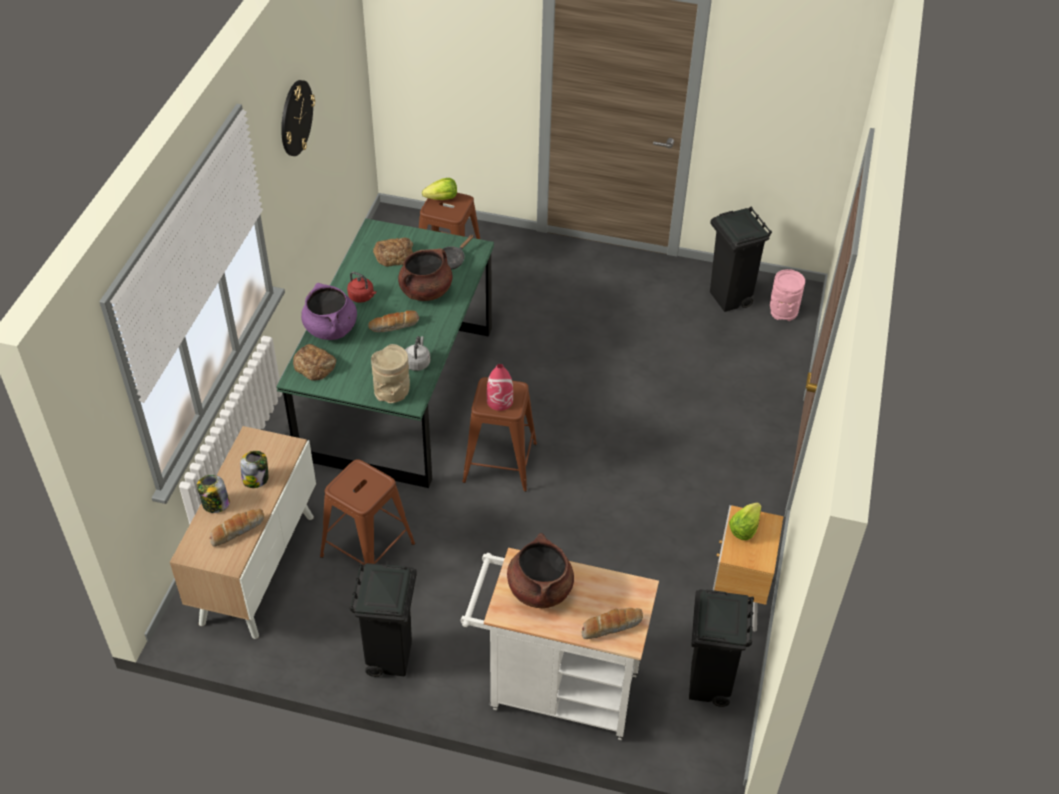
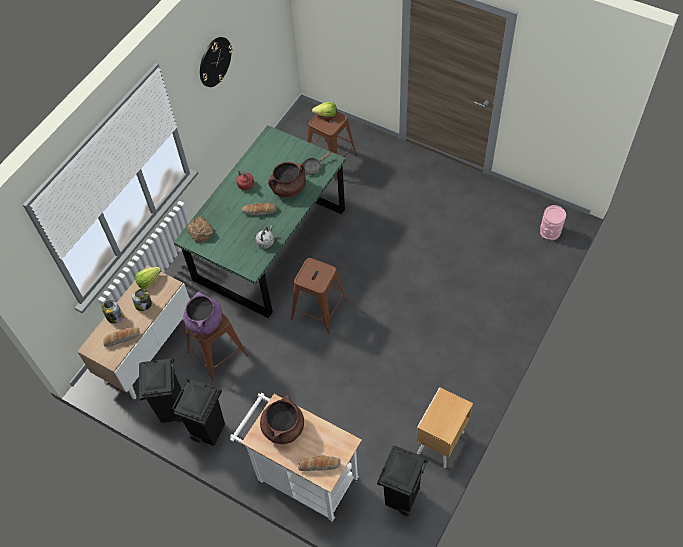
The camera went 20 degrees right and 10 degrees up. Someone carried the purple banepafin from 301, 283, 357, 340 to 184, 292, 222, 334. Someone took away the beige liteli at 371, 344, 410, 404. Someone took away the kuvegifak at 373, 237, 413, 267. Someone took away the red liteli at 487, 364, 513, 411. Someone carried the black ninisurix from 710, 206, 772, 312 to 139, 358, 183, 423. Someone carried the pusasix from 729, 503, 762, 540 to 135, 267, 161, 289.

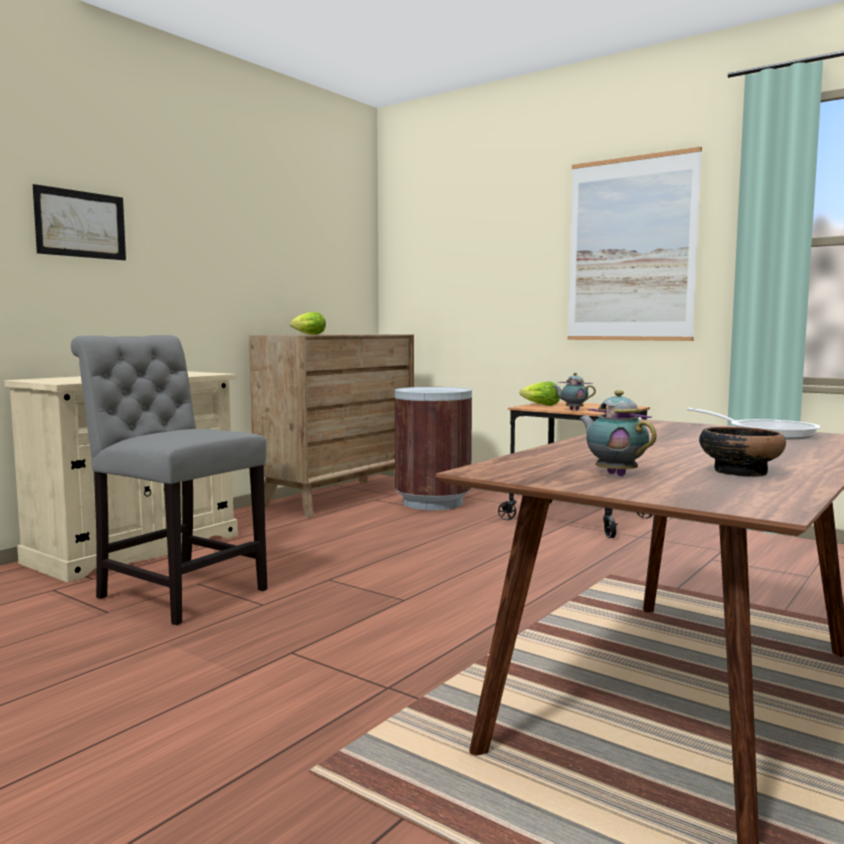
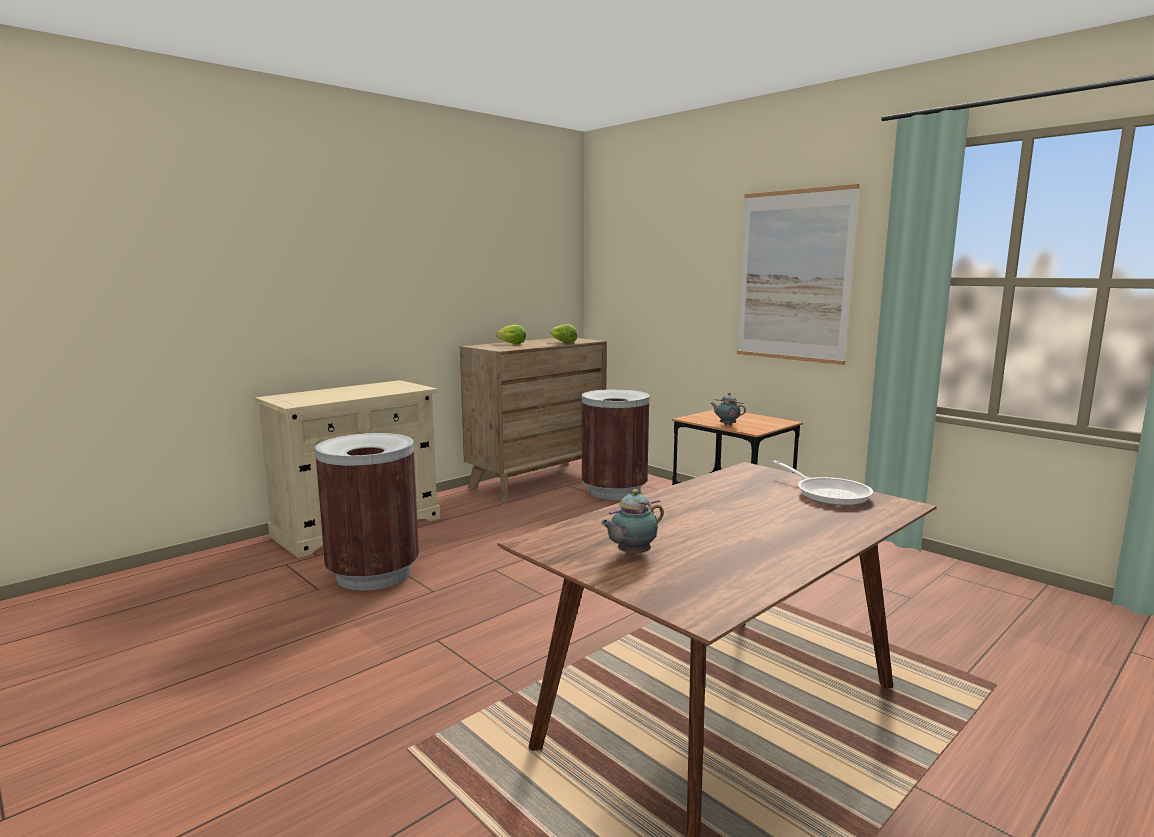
The camera went 10 degrees right and 5 degrees up. Someone took away the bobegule at 33, 184, 126, 260. Someone swapped the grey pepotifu at 71, 335, 268, 626 for the brown ninisurix at 315, 433, 419, 591. Someone carried the pusasix from 519, 382, 560, 406 to 550, 324, 577, 343. Someone rotated the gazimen at 579, 390, 657, 476 by 105 degrees counterclockwise. Someone took away the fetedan at 699, 427, 786, 477.

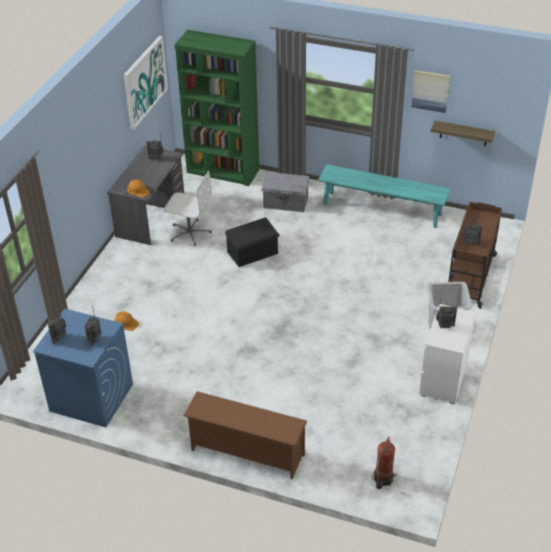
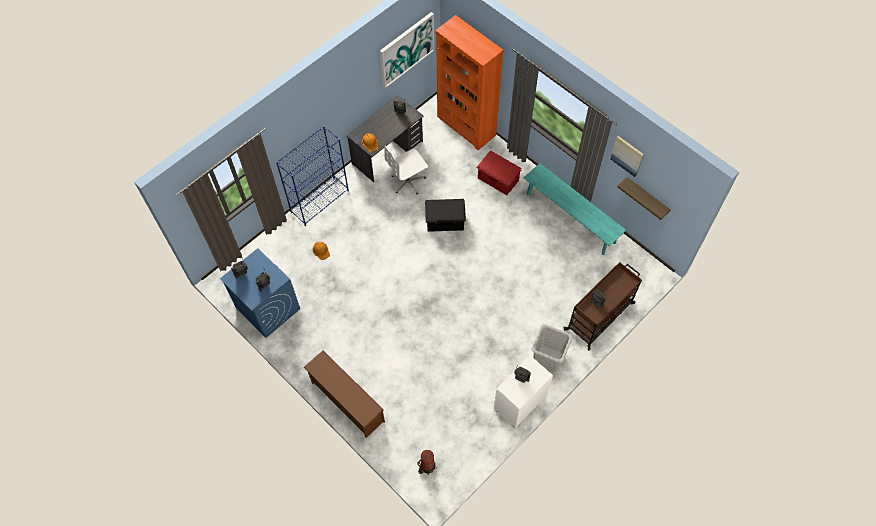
The camera went 25 degrees right and 20 degrees up. Someone rotated the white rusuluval at 163, 171, 212, 246 by 105 degrees clockwise. Someone repainted the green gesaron at 174, 30, 260, 186, which became the orange gesaron at 435, 15, 503, 150. Someone repainted the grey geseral at 261, 172, 310, 212, which became the red geseral at 476, 150, 522, 195. Someone put down the blue gesaron at 276, 126, 349, 226.

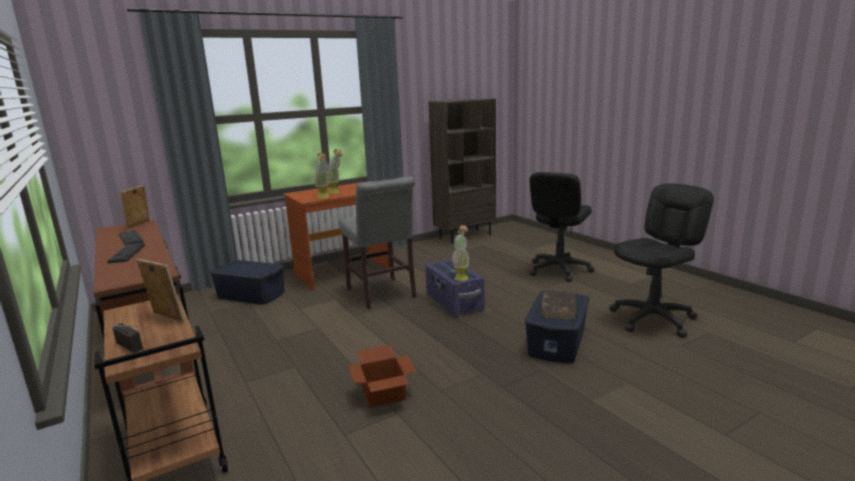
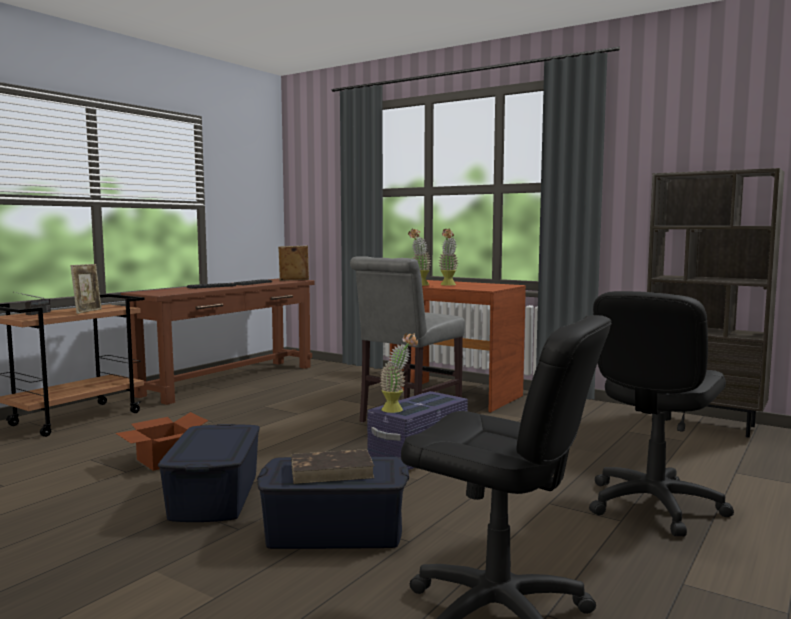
The camera went 65 degrees right and 10 degrees down. Someone carried the blue geseral from 210, 260, 284, 305 to 158, 424, 260, 522. Someone rotated the black rusuluval at 529, 172, 594, 282 by 60 degrees counterclockwise.

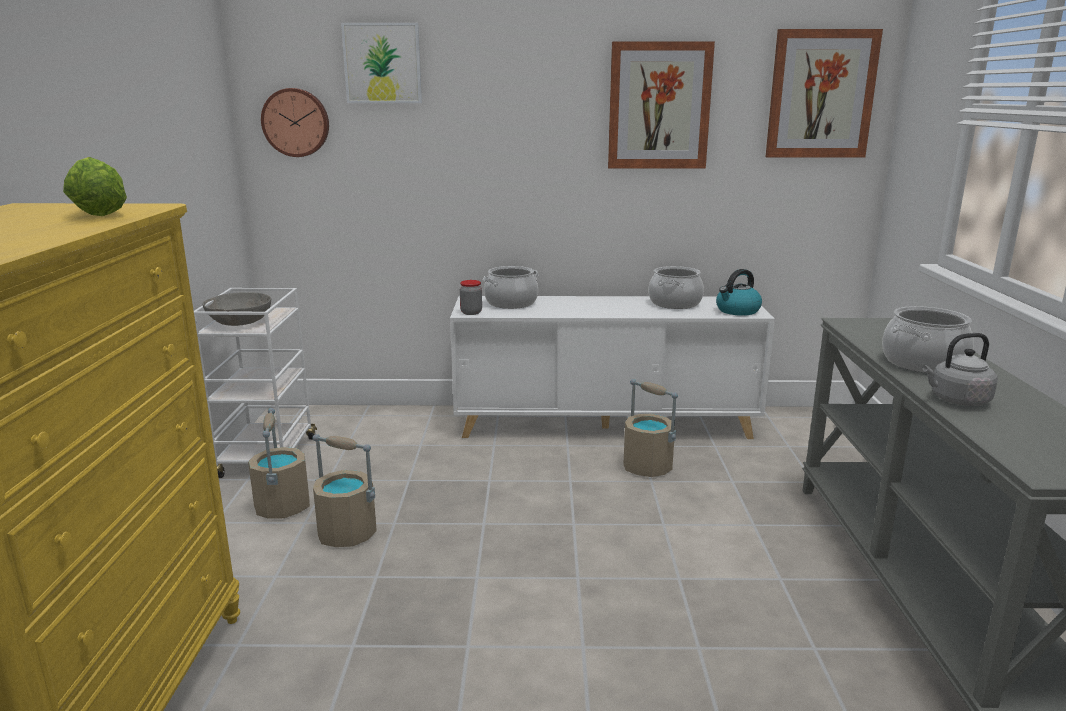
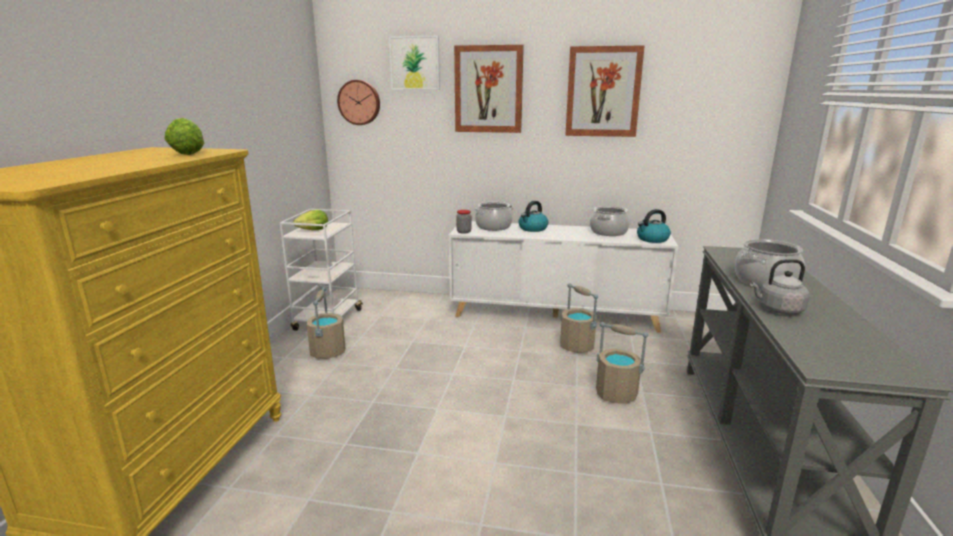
The camera went 10 degrees right and 0 degrees up. Someone swapped the grey fetedan at 203, 292, 271, 326 for the pusasix at 293, 210, 328, 230. Someone carried the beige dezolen from 313, 434, 377, 547 to 596, 322, 648, 404. Someone carried the bobegule from 765, 29, 883, 158 to 454, 45, 524, 133. Someone put down the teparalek at 518, 201, 548, 232.

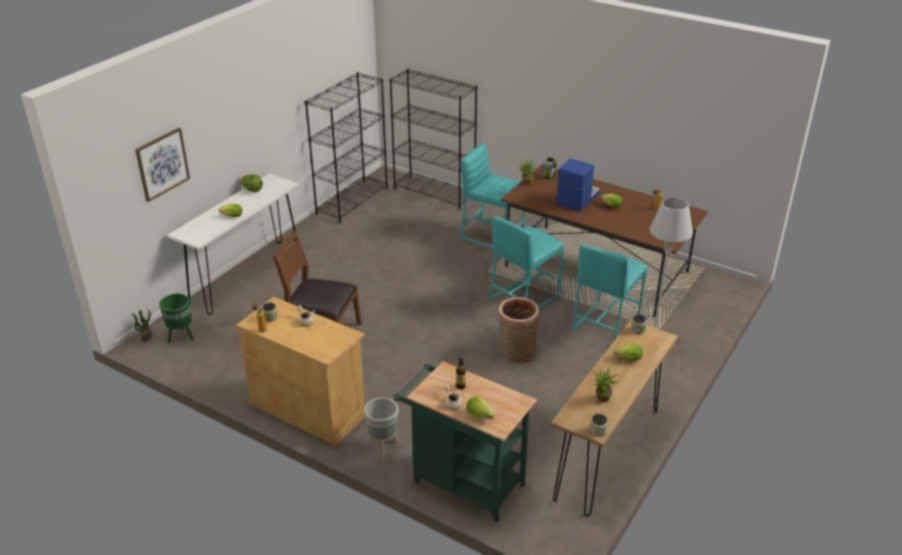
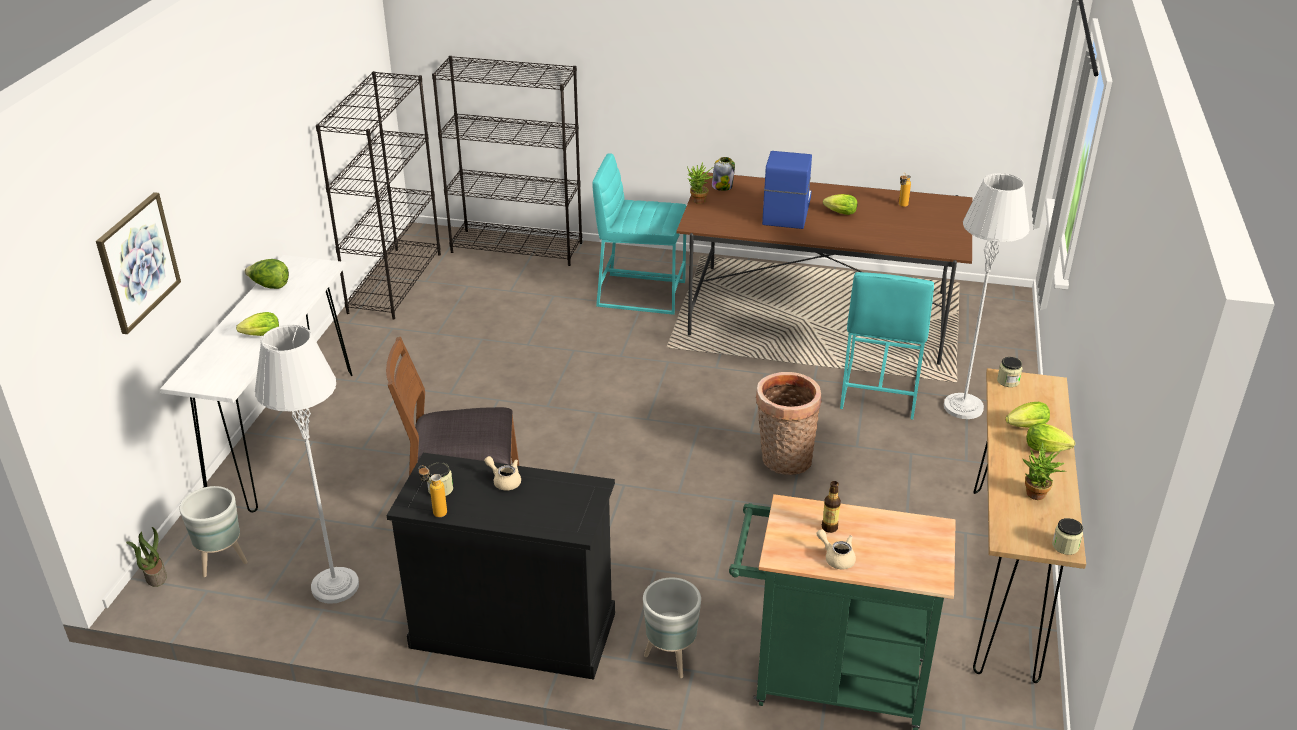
The camera went 20 degrees left and 0 degrees up. Someone repainted the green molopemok at 159, 293, 194, 343, which became the grey molopemok at 179, 486, 248, 577. Someone repainted the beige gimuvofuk at 236, 297, 365, 446, which became the black gimuvofuk at 386, 453, 615, 680. Someone carried the pusasix from 467, 397, 495, 419 to 1027, 423, 1075, 453. Someone took away the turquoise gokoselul at 490, 216, 564, 308. Someone put down the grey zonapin at 255, 325, 359, 604.

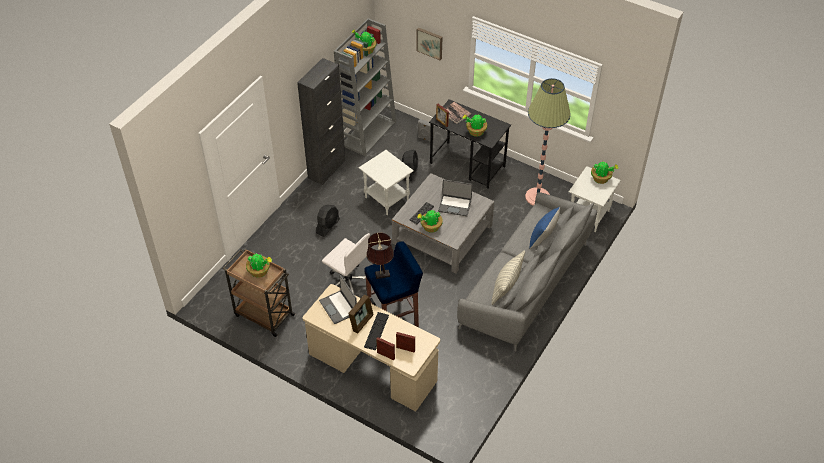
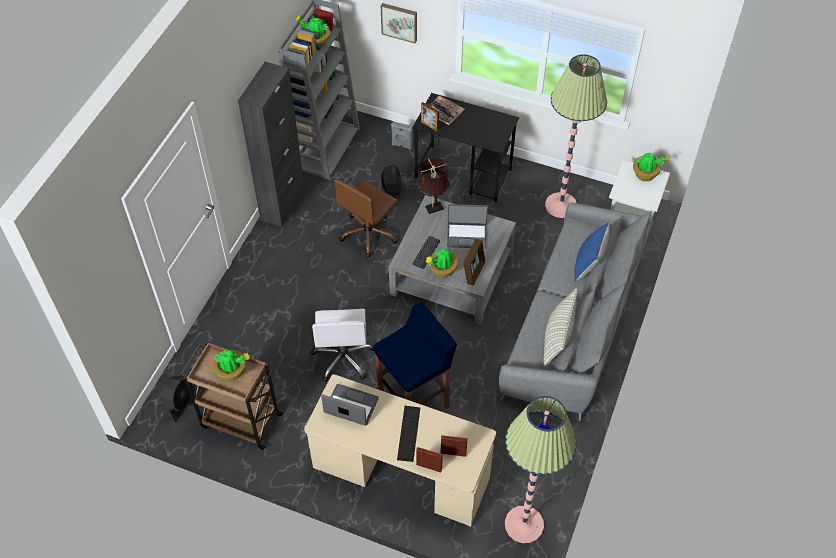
The camera went 10 degrees left and 5 degrees up. Someone carried the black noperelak from 316, 205, 340, 237 to 161, 376, 196, 422. Someone rotated the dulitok at 319, 275, 357, 324 by 150 degrees clockwise. Someone rotated the white rusuluval at 322, 233, 370, 293 by 60 degrees clockwise. Someone carried the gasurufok from 348, 295, 374, 333 to 463, 239, 485, 286. Someone swapped the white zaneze at 359, 150, 414, 215 for the brown rusuluval at 334, 179, 398, 258. Someone carried the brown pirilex from 366, 232, 394, 279 to 417, 157, 449, 214. Someone took away the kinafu at 463, 114, 487, 137. Someone put down the zonapin at 505, 396, 576, 543.

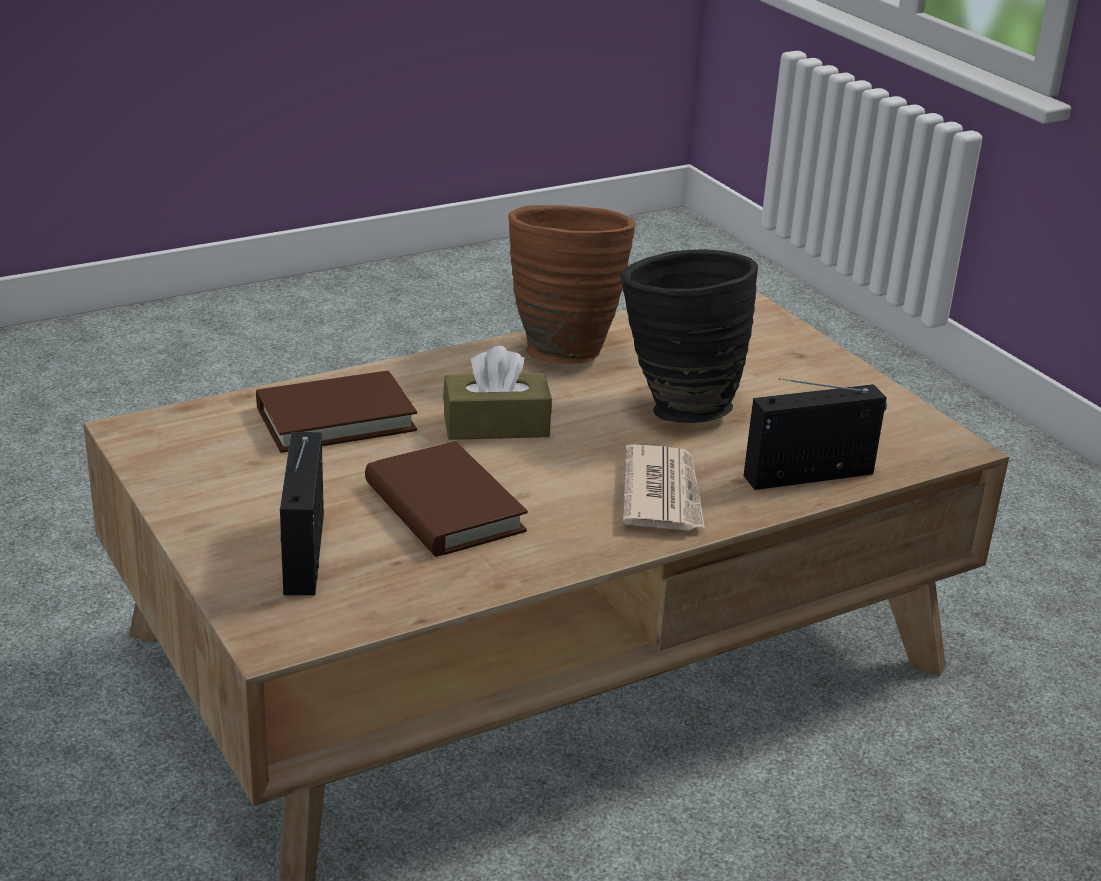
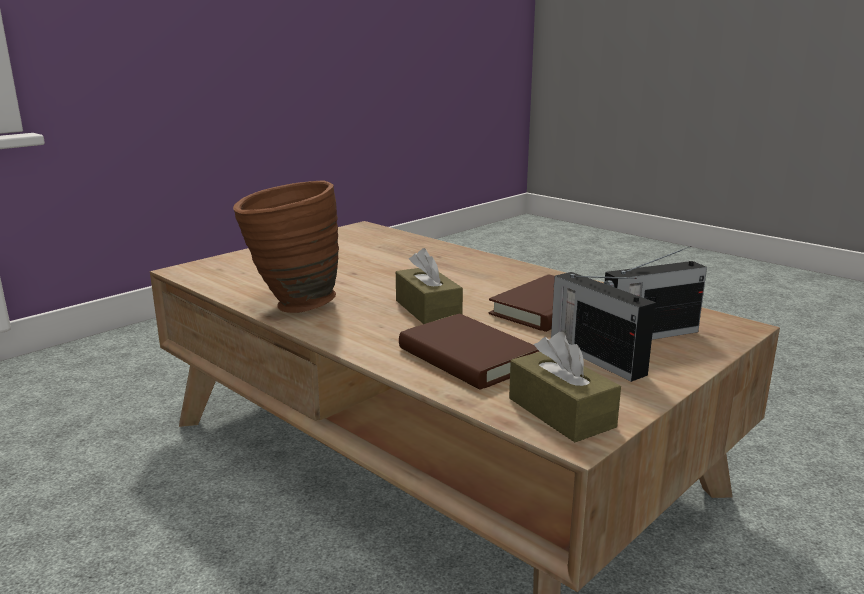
The camera went 105 degrees left and 10 degrees down. Someone took away the black liteli at 620, 249, 758, 423. Someone took away the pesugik at 623, 444, 705, 531. Someone carried the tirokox from 744, 378, 887, 490 to 551, 272, 656, 382. Someone put down the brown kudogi at 509, 332, 621, 442.

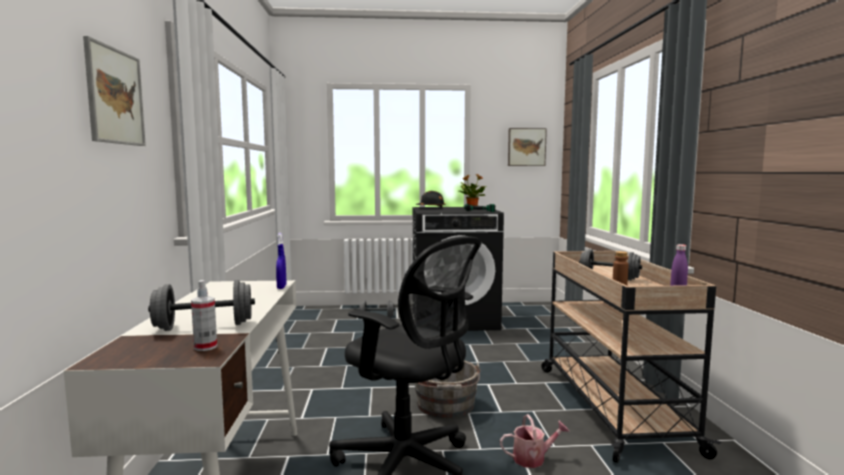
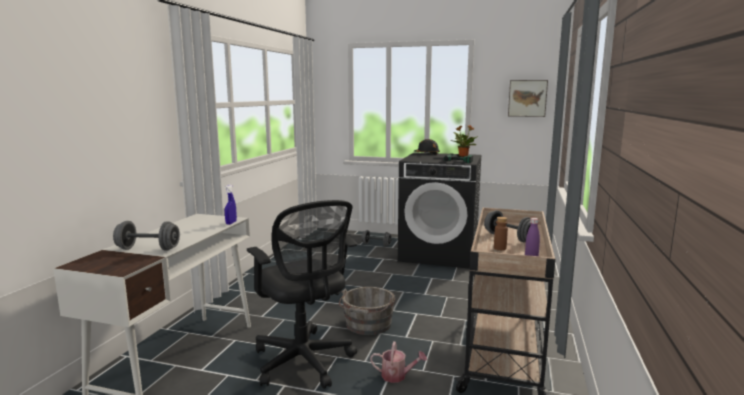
The camera went 20 degrees right and 5 degrees up. Someone took away the bobegule at 83, 36, 146, 146. Someone took away the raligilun at 191, 280, 217, 351.

